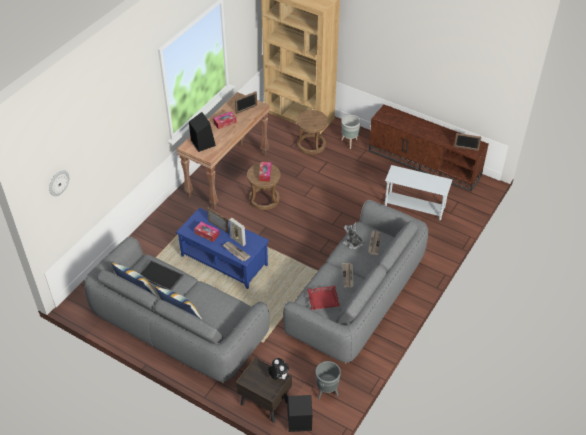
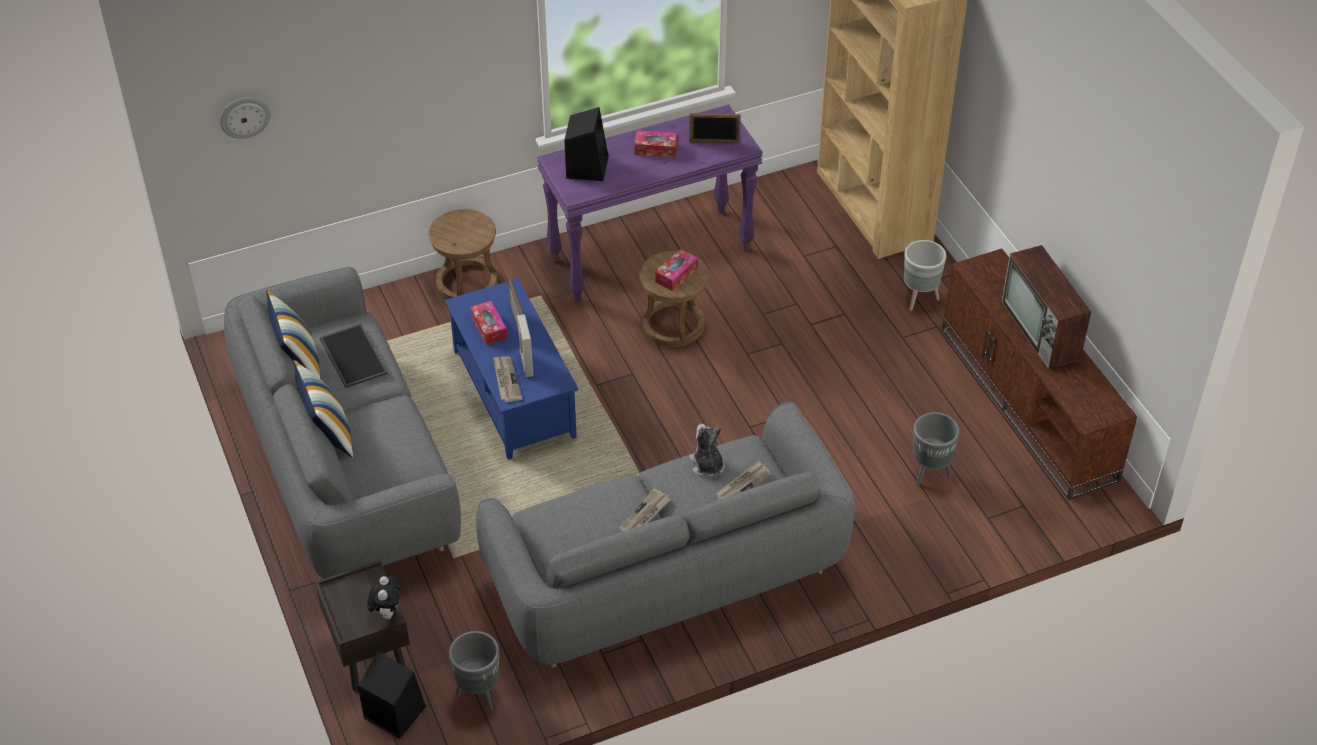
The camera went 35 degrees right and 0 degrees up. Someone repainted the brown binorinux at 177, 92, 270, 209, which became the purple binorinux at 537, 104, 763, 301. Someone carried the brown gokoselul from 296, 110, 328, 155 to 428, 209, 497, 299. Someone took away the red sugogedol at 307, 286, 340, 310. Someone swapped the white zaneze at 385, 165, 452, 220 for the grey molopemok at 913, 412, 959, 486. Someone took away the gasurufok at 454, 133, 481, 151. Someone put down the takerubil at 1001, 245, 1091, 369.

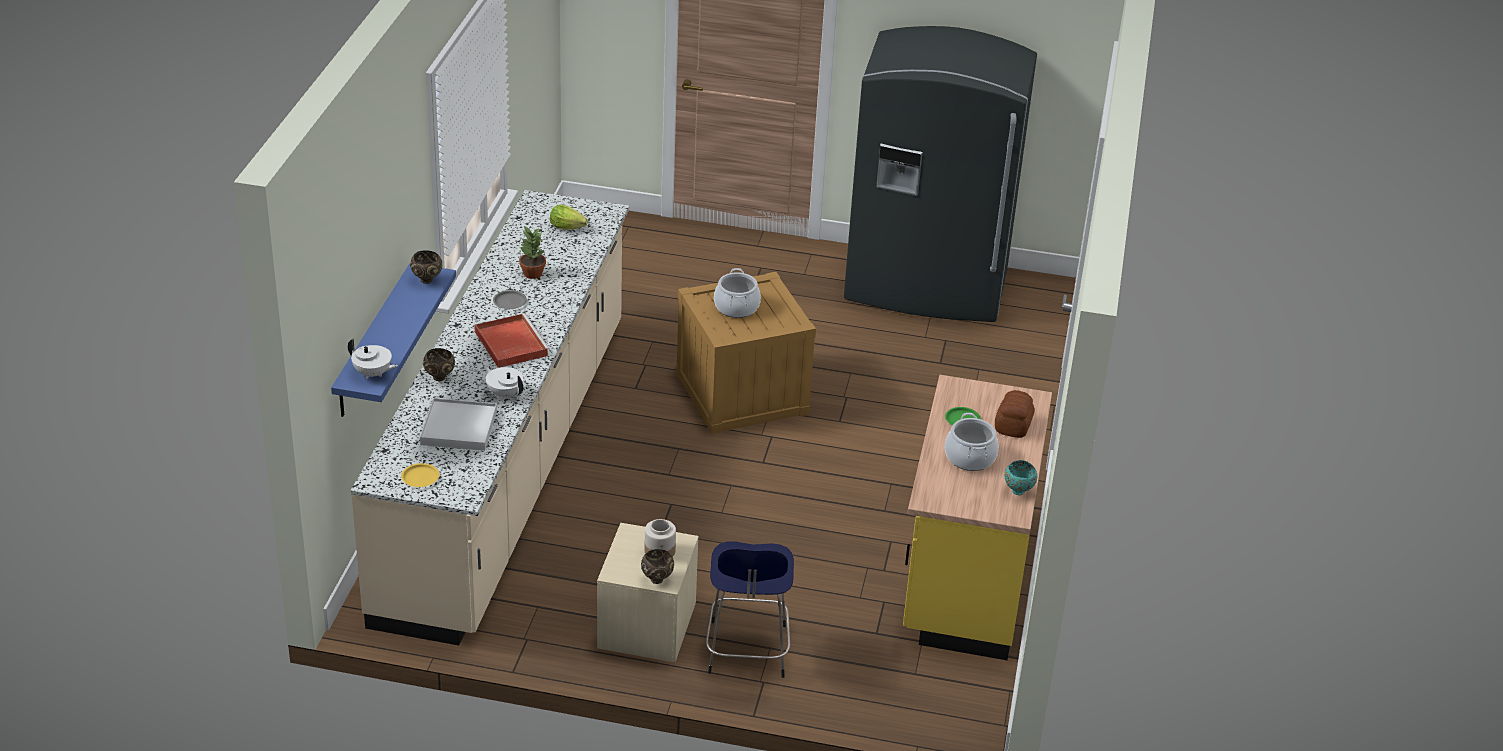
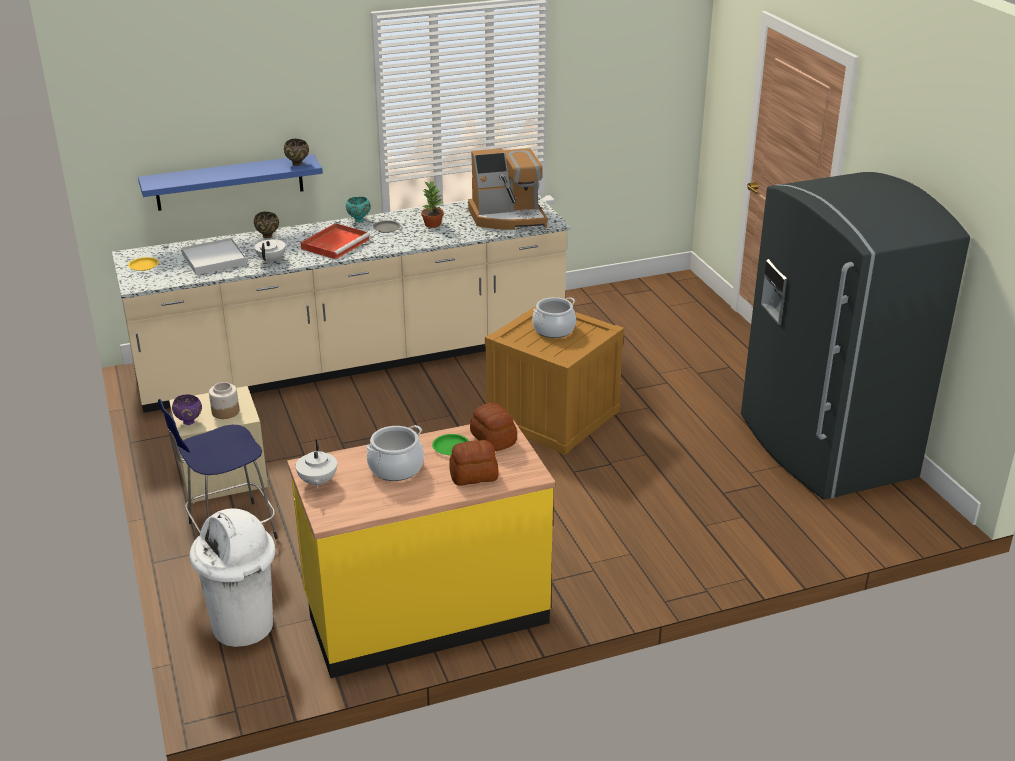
The camera went 60 degrees right and 5 degrees down. Someone carried the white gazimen from 348, 338, 398, 379 to 295, 439, 337, 488. Someone swapped the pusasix at 550, 205, 588, 230 for the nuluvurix at 468, 148, 548, 230. Someone repainted the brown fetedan at 641, 549, 674, 584, which became the purple fetedan at 172, 395, 202, 425. Someone carried the turquoise fetedan from 1004, 460, 1038, 495 to 346, 197, 371, 222. Someone put down the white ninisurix at 189, 509, 276, 647. Someone put down the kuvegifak at 470, 403, 517, 451.

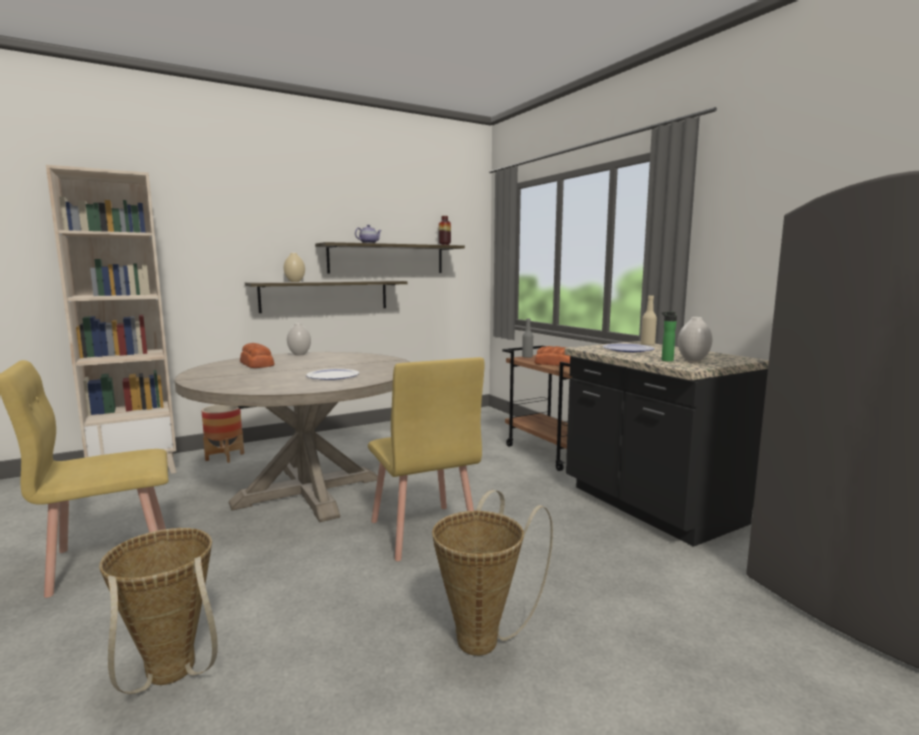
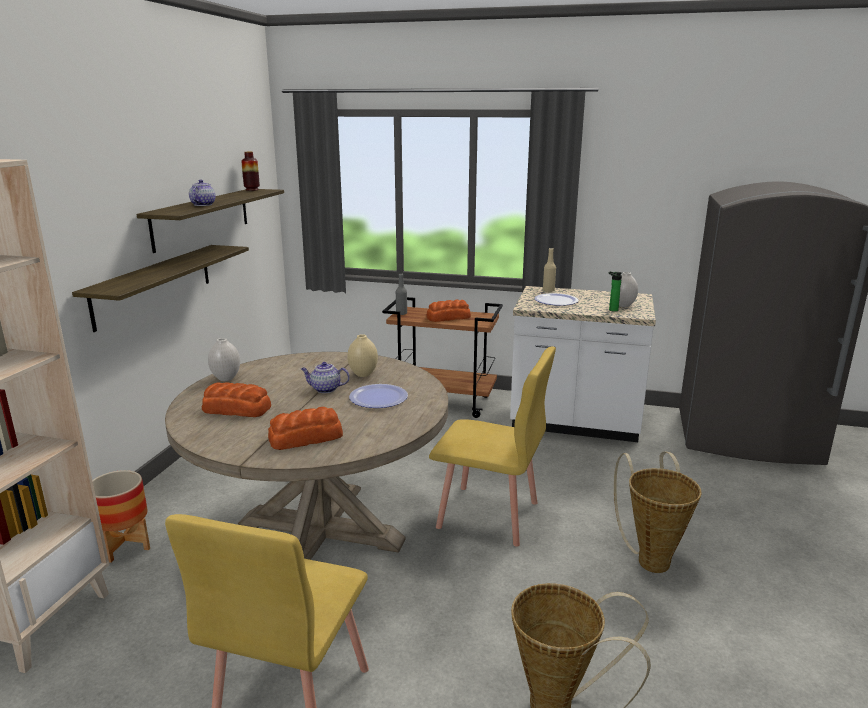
The camera went 45 degrees left and 10 degrees up. Someone carried the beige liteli from 284, 253, 305, 282 to 347, 334, 378, 377. Someone repainted the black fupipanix at 565, 341, 769, 547, which became the white fupipanix at 510, 286, 656, 442. Someone put down the kuvegifak at 268, 407, 343, 450. Someone put down the gazimen at 301, 362, 350, 393.

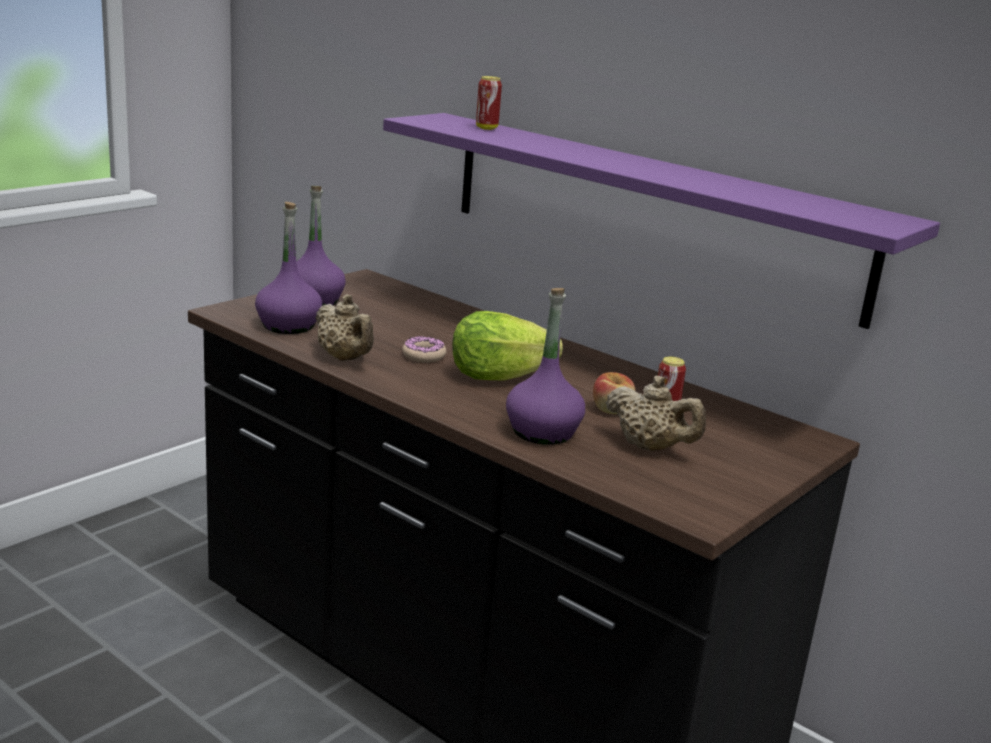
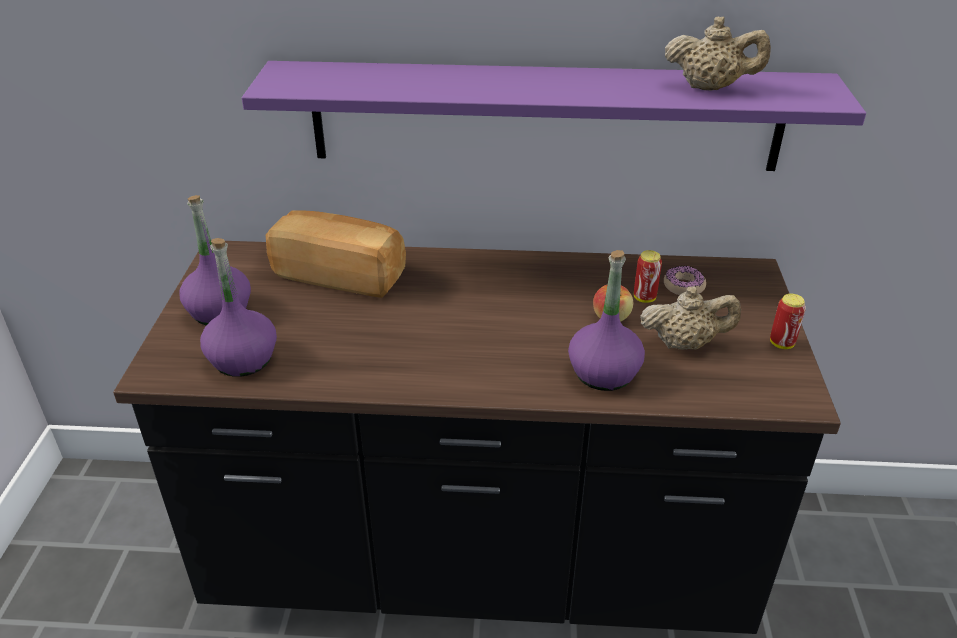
The camera went 35 degrees left and 15 degrees up. Someone carried the beige gazimen from 315, 294, 374, 361 to 665, 17, 771, 90. Someone carried the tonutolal from 402, 336, 446, 362 to 664, 266, 706, 295. Someone took away the pusasix at 452, 311, 563, 381. Someone carried the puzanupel from 476, 76, 502, 130 to 770, 294, 806, 349. Someone put down the kuvegifak at 266, 210, 406, 298.

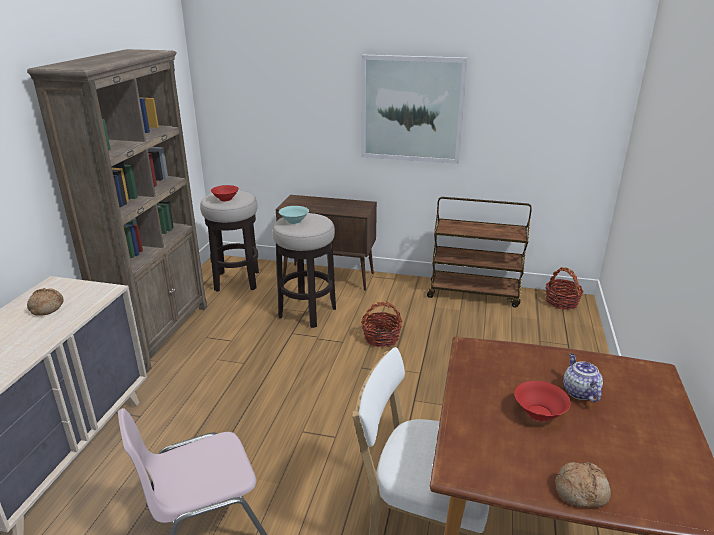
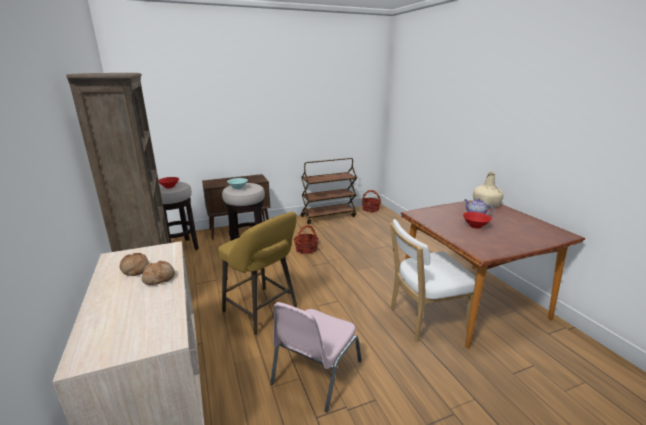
The camera went 35 degrees left and 5 degrees down. Someone took away the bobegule at 361, 55, 468, 164. Someone carried the kuvegifak from 555, 462, 611, 507 to 142, 261, 175, 285. Someone put down the yellow gokoselul at 218, 212, 297, 335. Someone put down the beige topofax at 473, 172, 504, 208.

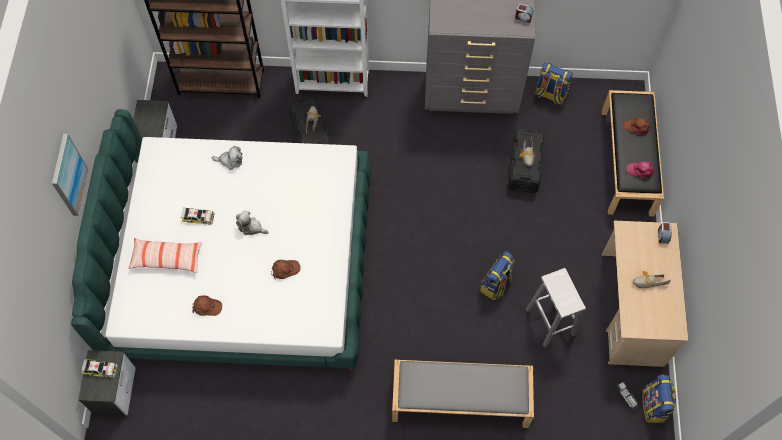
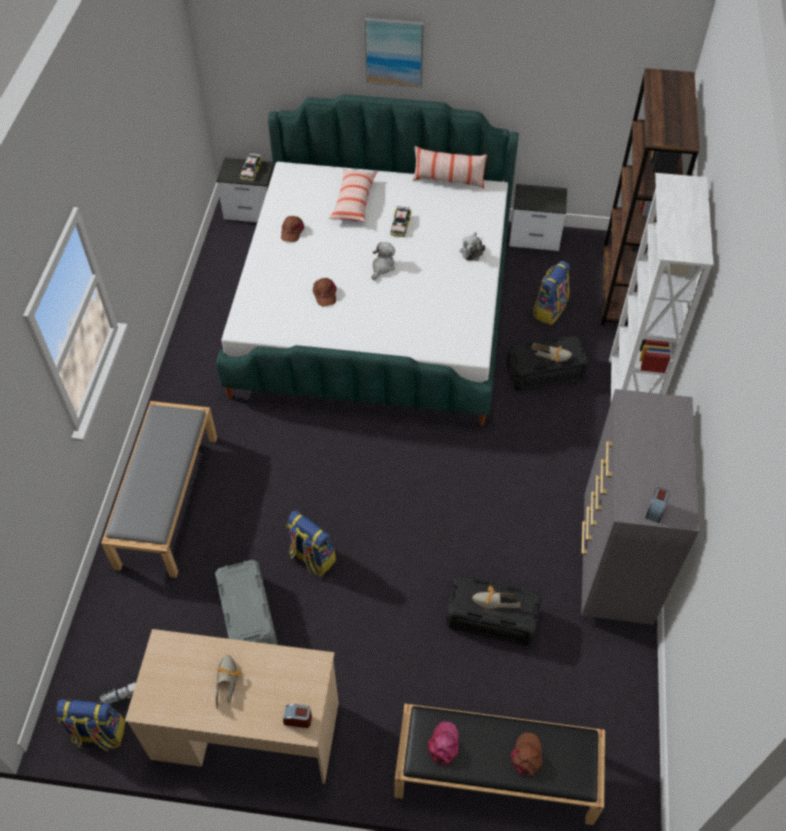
The camera went 95 degrees right and 10 degrees down. Someone swapped the white gokoselul at 526, 268, 586, 347 for the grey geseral at 215, 560, 277, 645. Someone carried the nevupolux from 535, 62, 573, 105 to 533, 261, 570, 325. Someone put down the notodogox at 413, 146, 487, 188.

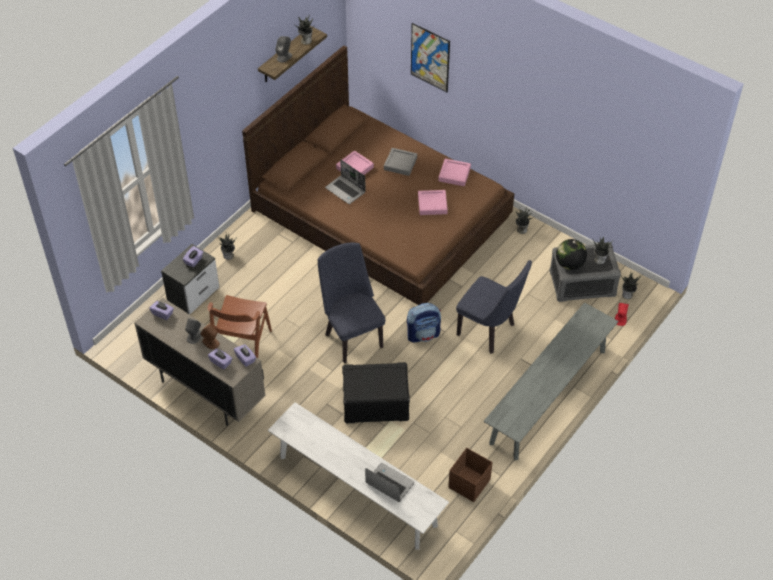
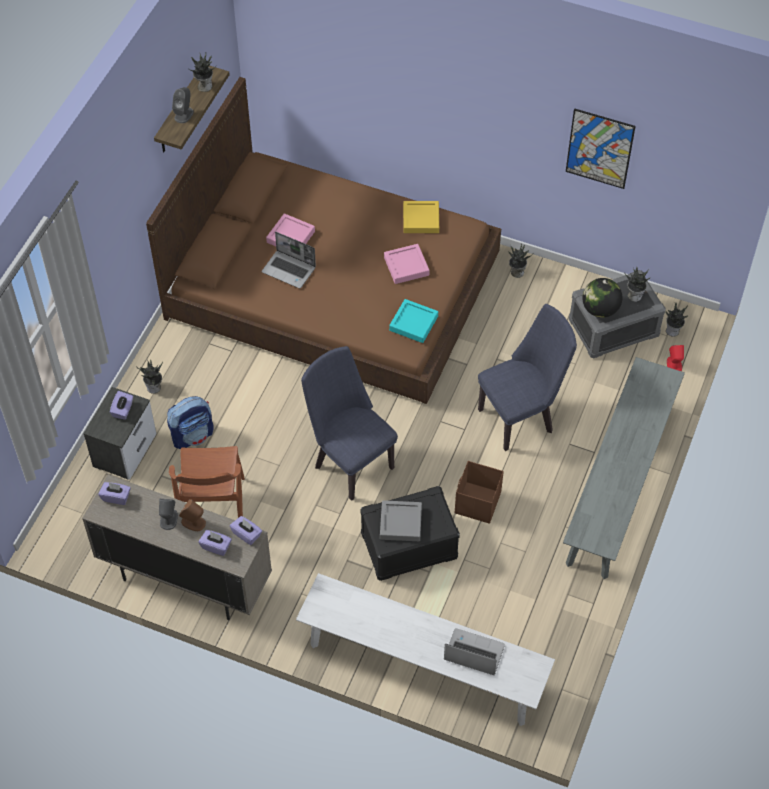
The camera went 15 degrees left and 5 degrees up. Someone carried the grey sugogedol from 384, 148, 417, 176 to 380, 500, 422, 541. Someone carried the nevupolux from 407, 303, 441, 342 to 167, 396, 213, 449. Someone carried the bobegule from 411, 23, 450, 92 to 566, 108, 636, 189. Someone repainted the pink sugogedol at 438, 159, 471, 186, which became the yellow sugogedol at 403, 201, 439, 233. Someone carried the brown geseral from 448, 448, 492, 502 to 455, 461, 504, 524. Someone rotated the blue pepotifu at 456, 260, 532, 354 by 45 degrees counterclockwise. Someone put down the turquoise sugogedol at 389, 299, 438, 343.

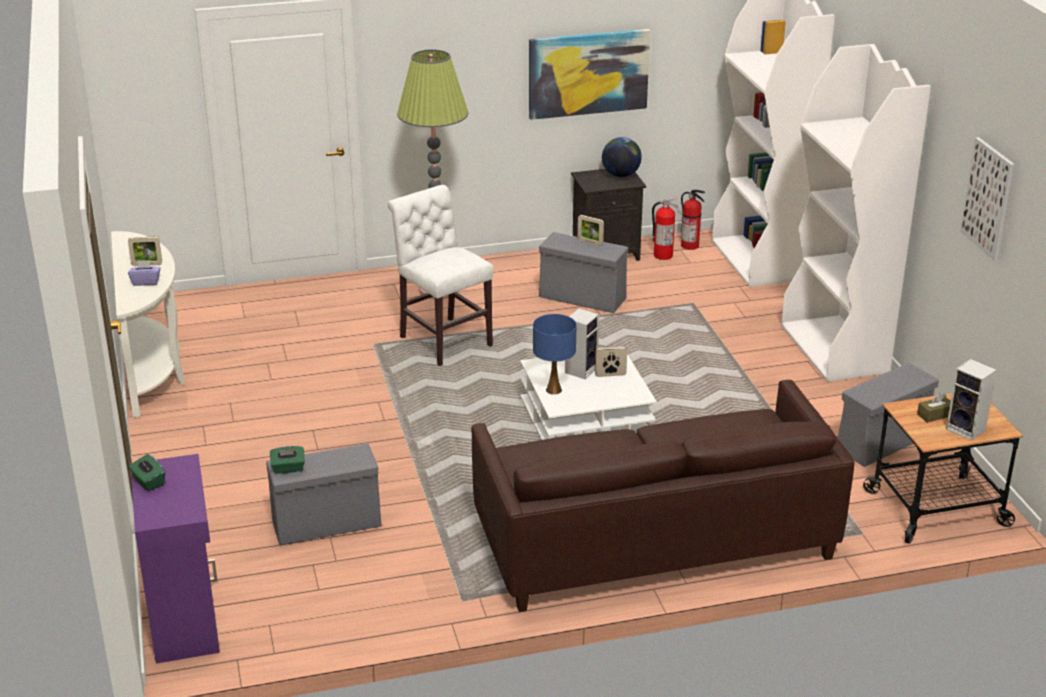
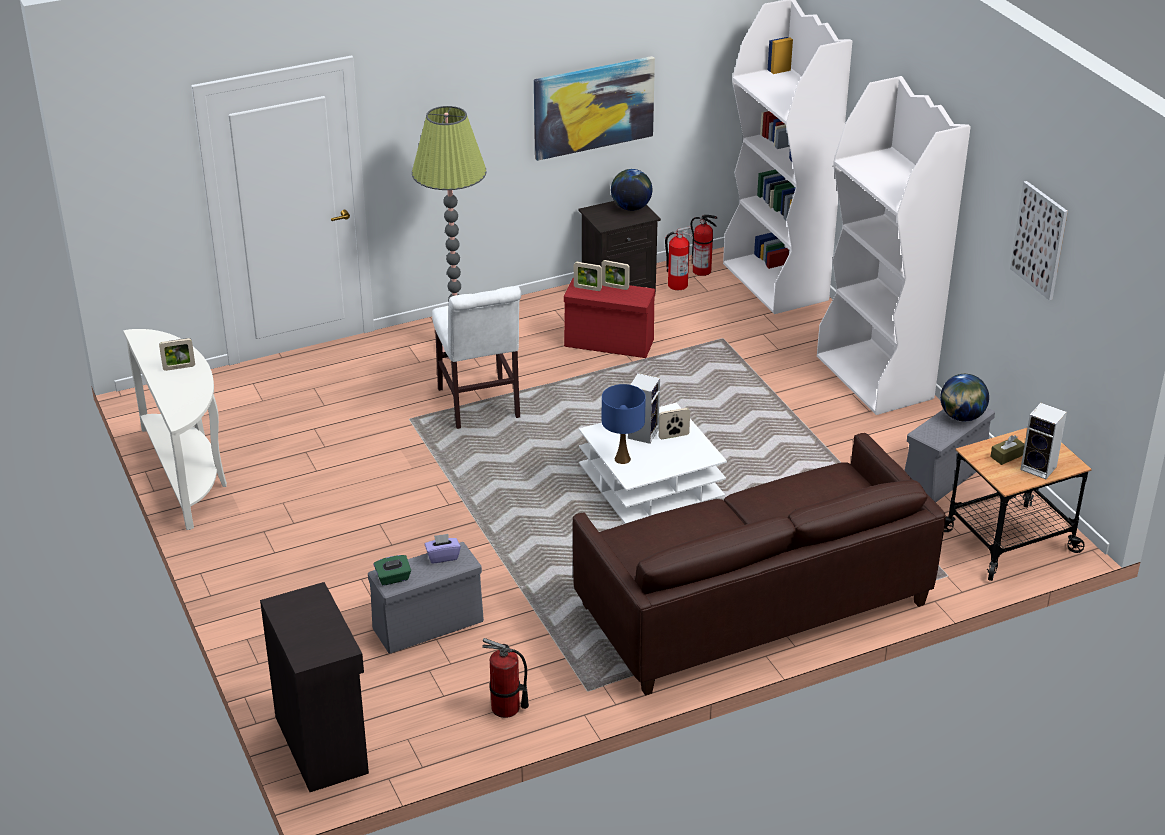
The camera went 10 degrees left and 5 degrees up. Someone carried the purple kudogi from 128, 260, 161, 286 to 425, 534, 461, 564. Someone took away the green kudogi at 129, 454, 165, 491. Someone repainted the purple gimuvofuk at 130, 454, 220, 663, which became the black gimuvofuk at 260, 582, 369, 792. Someone rotated the white pepotifu at 388, 185, 494, 366 by 150 degrees counterclockwise. Someone repainted the grey geseral at 539, 232, 628, 313, which became the red geseral at 564, 278, 655, 358. Someone put down the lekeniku at 482, 638, 529, 718. Someone put down the gasurufok at 574, 262, 602, 291. Someone put down the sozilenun at 940, 374, 989, 421.

